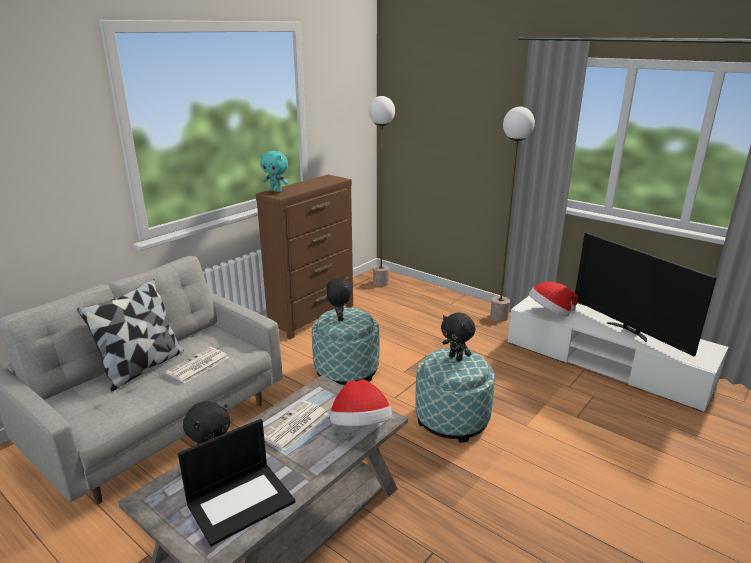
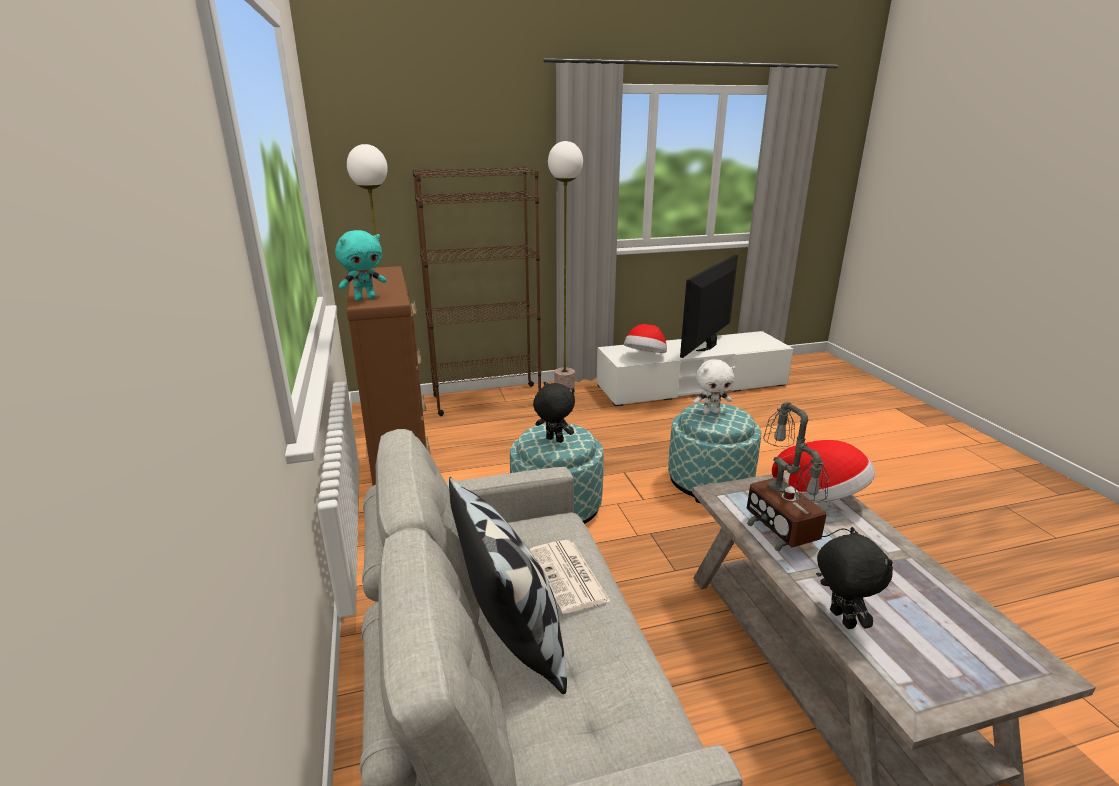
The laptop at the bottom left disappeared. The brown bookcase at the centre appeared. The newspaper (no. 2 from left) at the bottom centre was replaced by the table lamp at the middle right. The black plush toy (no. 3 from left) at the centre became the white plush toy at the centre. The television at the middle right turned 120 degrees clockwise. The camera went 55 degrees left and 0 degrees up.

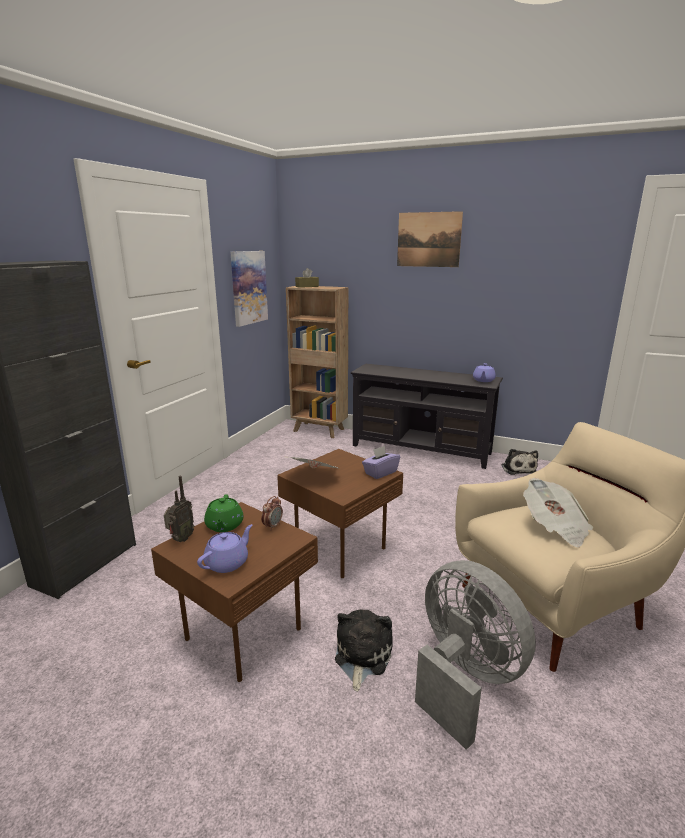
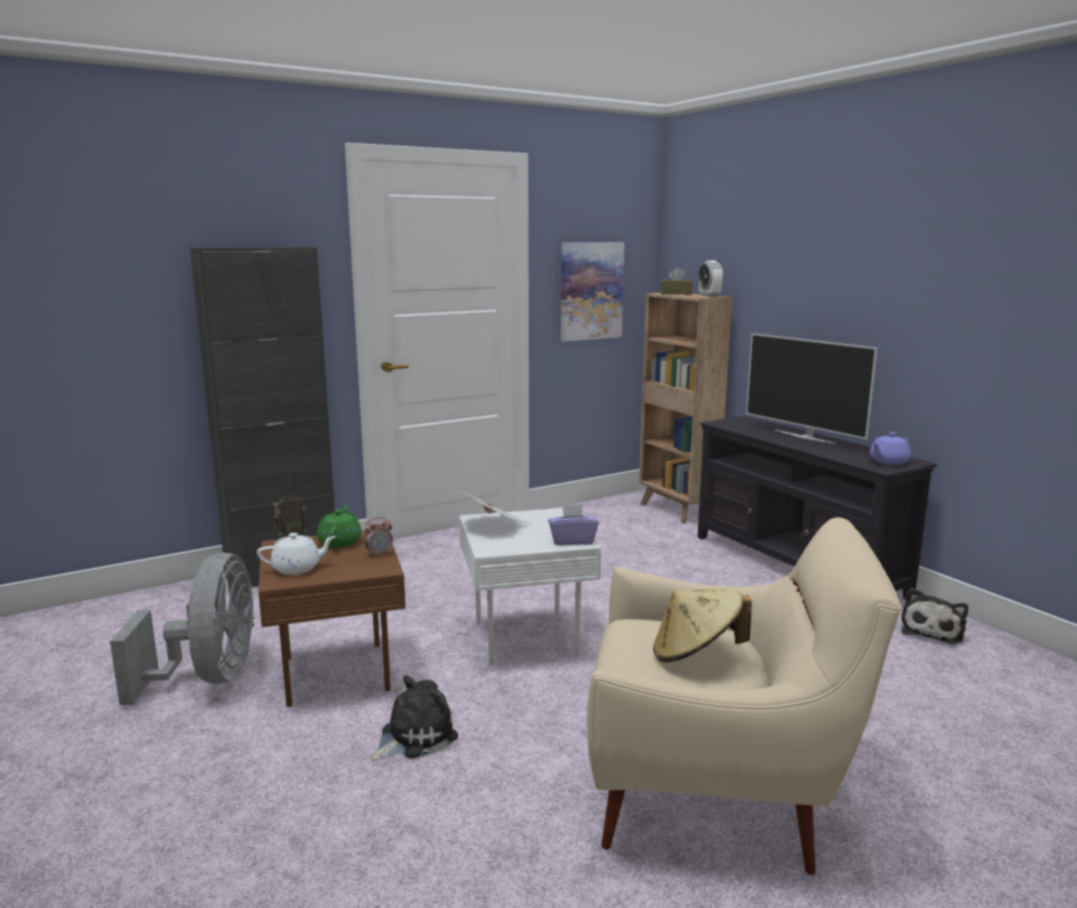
The picture (no. 2 from left) at the top centre disappeared. The alarm clock (no. 2 from left) at the top centre appeared. The television at the middle right appeared. The grey fan moved from the bottom right to the bottom left. The newspaper (no. 2 from left) at the middle right was replaced by the beige hat at the bottom centre. The purple teapot (no. 1 from left) at the middle left became the white teapot at the middle left. The brown side table (no. 2 from left) at the centre became the white side table at the centre. The green teapot at the middle left turned 150 degrees clockwise. The camera went 35 degrees right and 5 degrees down.

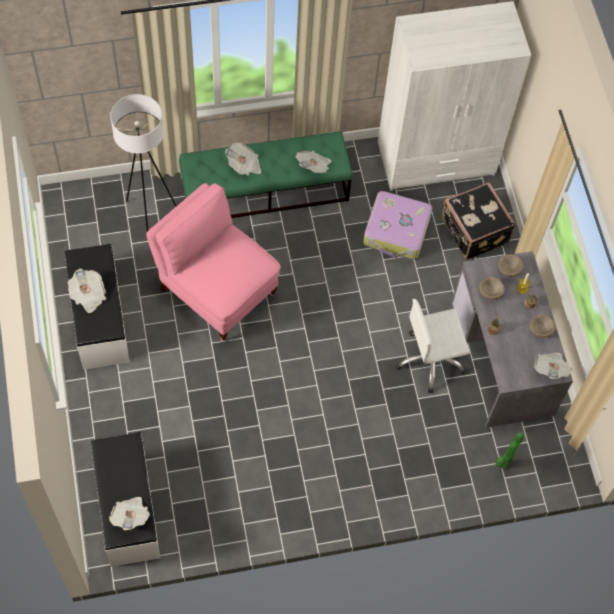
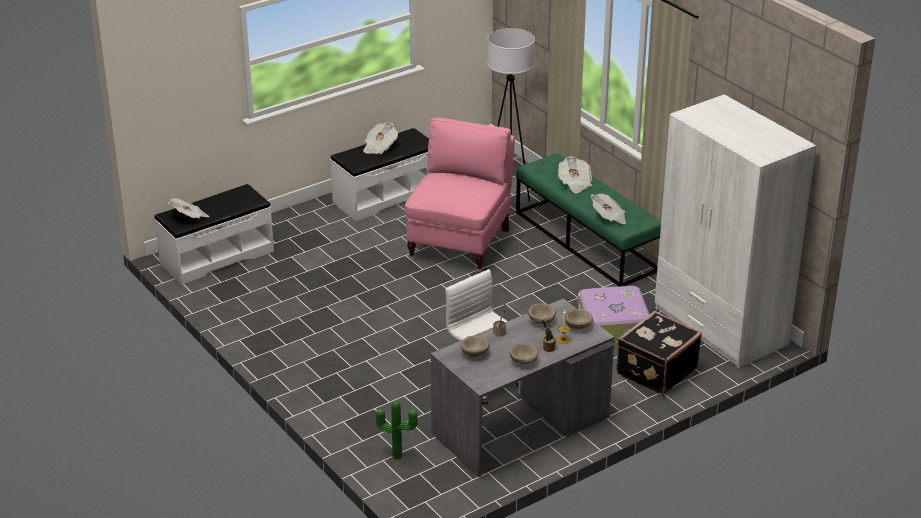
The newspaper (no. 5 from left) at the middle right disappeared. The beige bowl (no. 1 from left) at the bottom centre appeared. The camera went 70 degrees right and 30 degrees down.

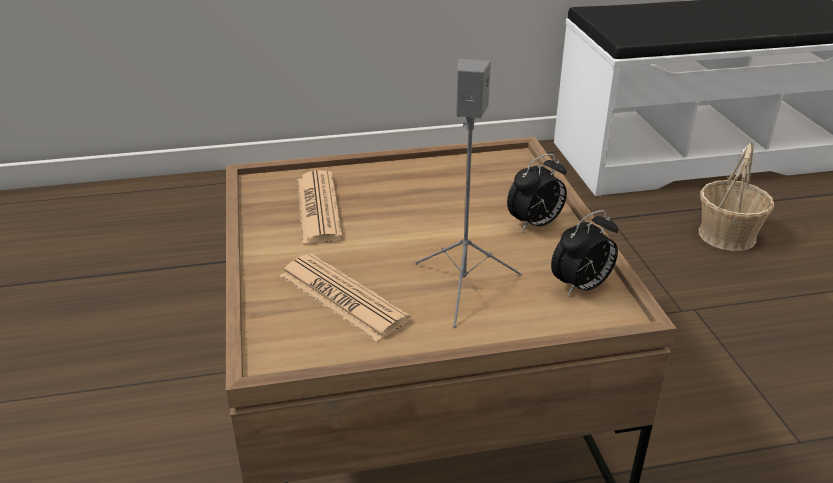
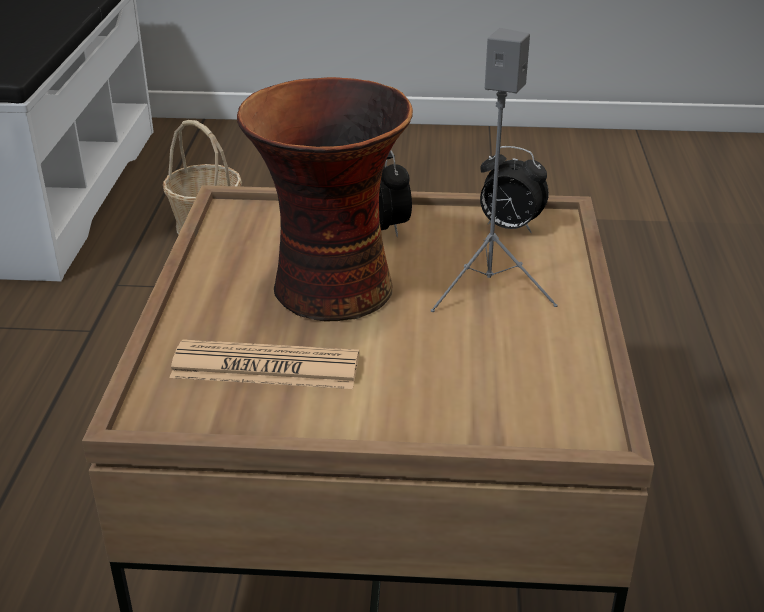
The newspaper (no. 2 from left) at the centre disappeared. The vase at the top centre appeared. The alarm clock (no. 2 from left) at the middle right turned 135 degrees clockwise. The camera went 75 degrees left and 0 degrees up.

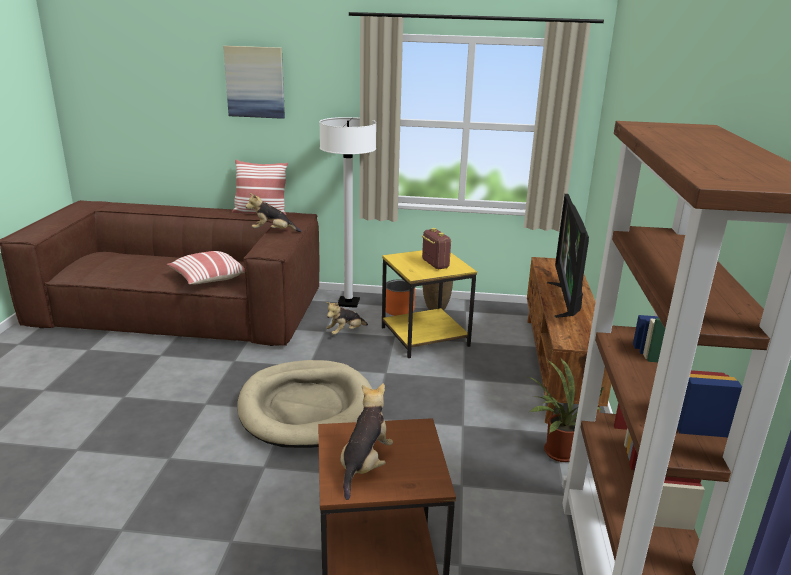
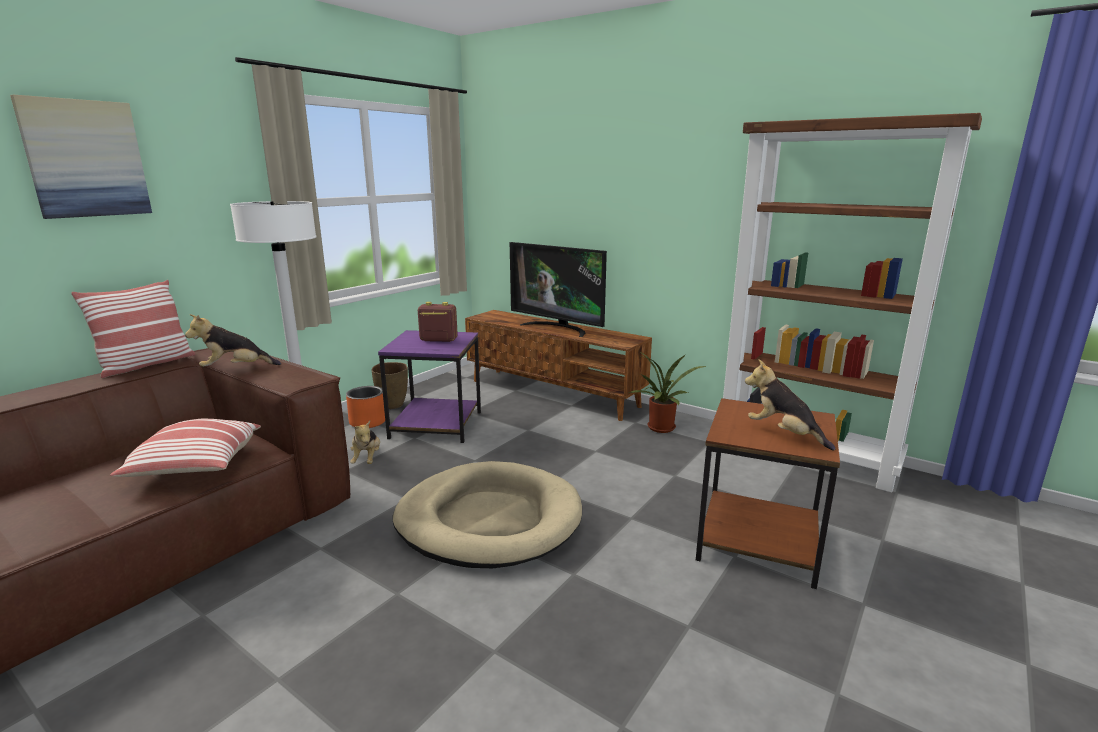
The yellow side table at the centre became the purple side table at the centre. The plush toy (no. 1 from left) at the centre turned 45 degrees clockwise. The camera went 60 degrees left and 5 degrees down.

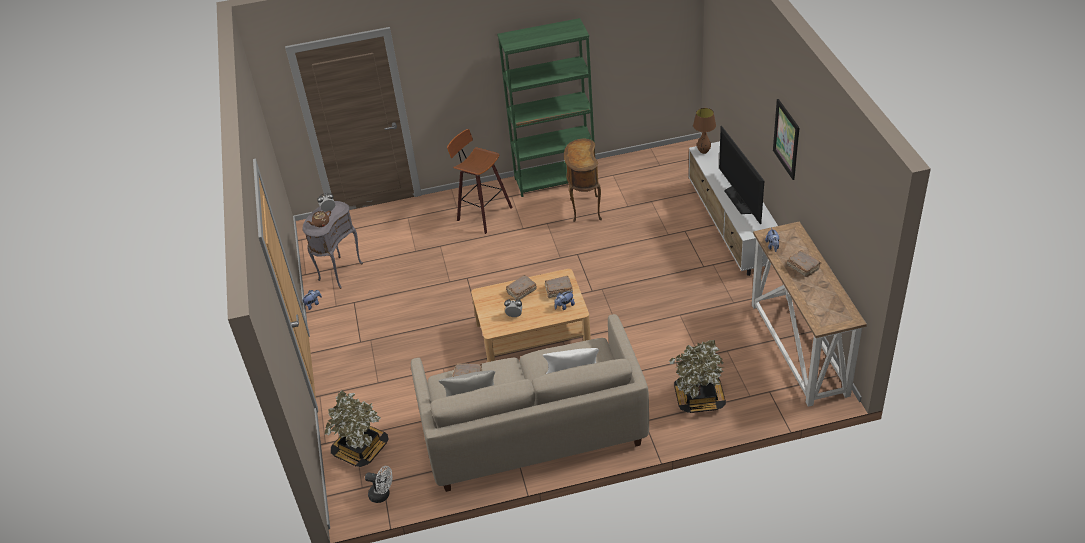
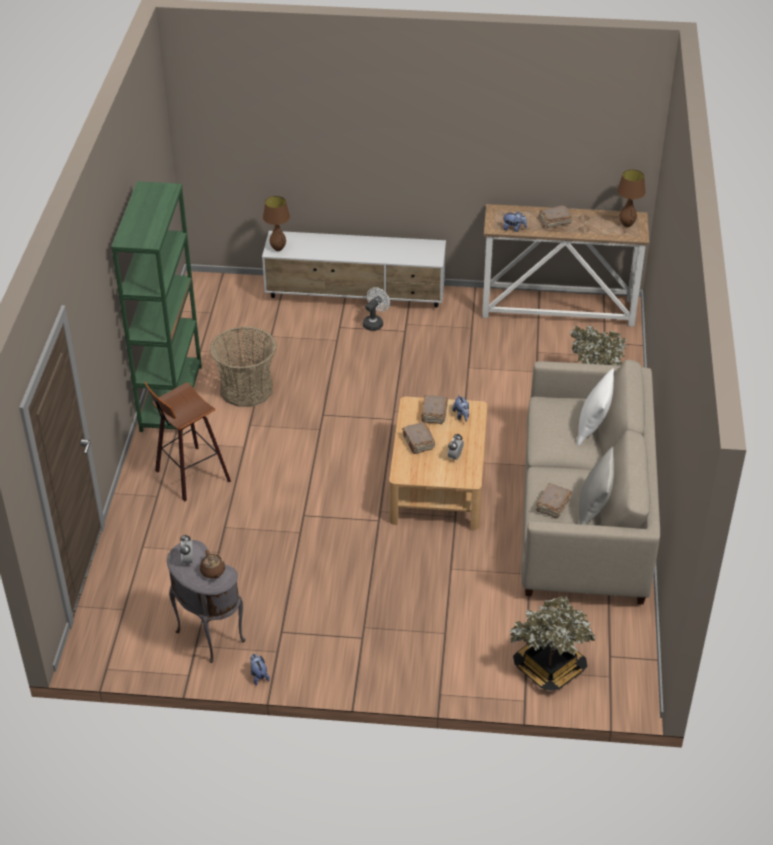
The television at the top right disappeared. The picture at the top right disappeared. The brown table lamp (no. 2 from left) at the top right appeared. The white fan moved from the bottom centre to the centre. The brown side table at the top centre was replaced by the basket at the middle left. The camera went 75 degrees left and 0 degrees up.

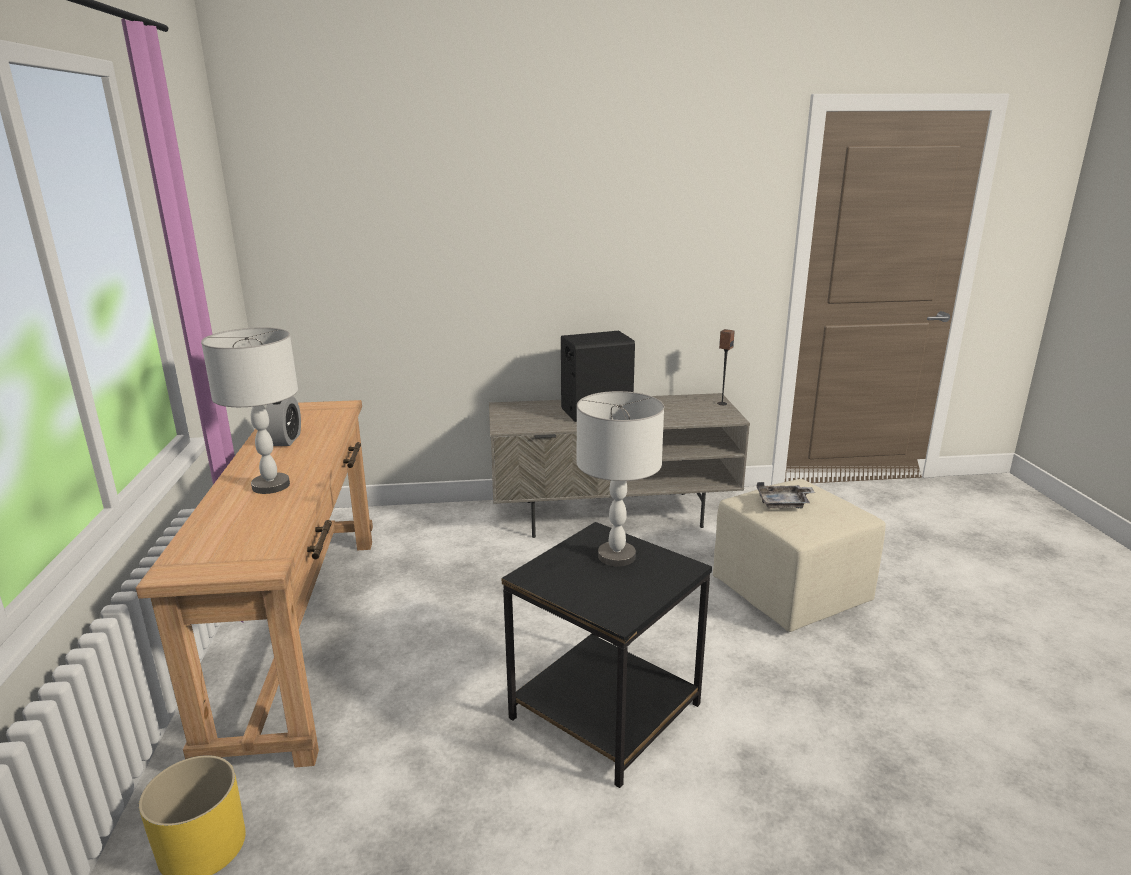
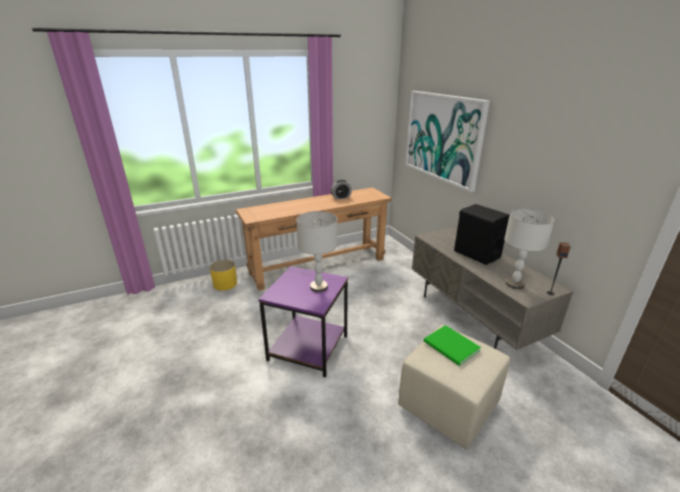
The picture at the top centre appeared. The grey table lamp (no. 1 from left in the first image) moved from the middle left to the middle right. The grey tray at the middle right was replaced by the green book at the bottom centre. The black side table at the bottom centre became the purple side table at the centre. The camera went 70 degrees right and 5 degrees up.

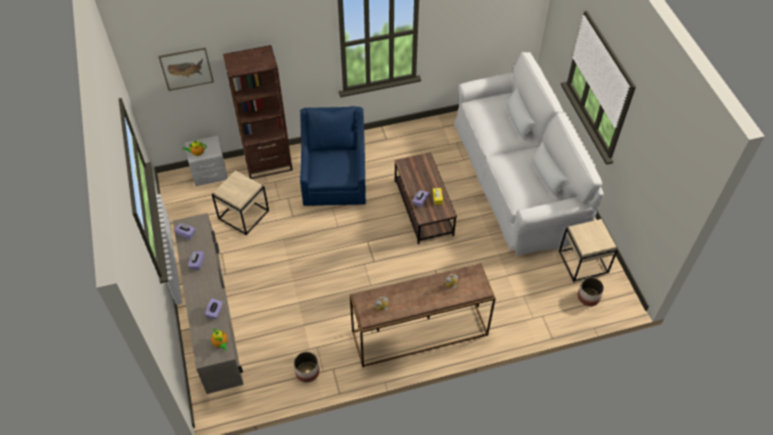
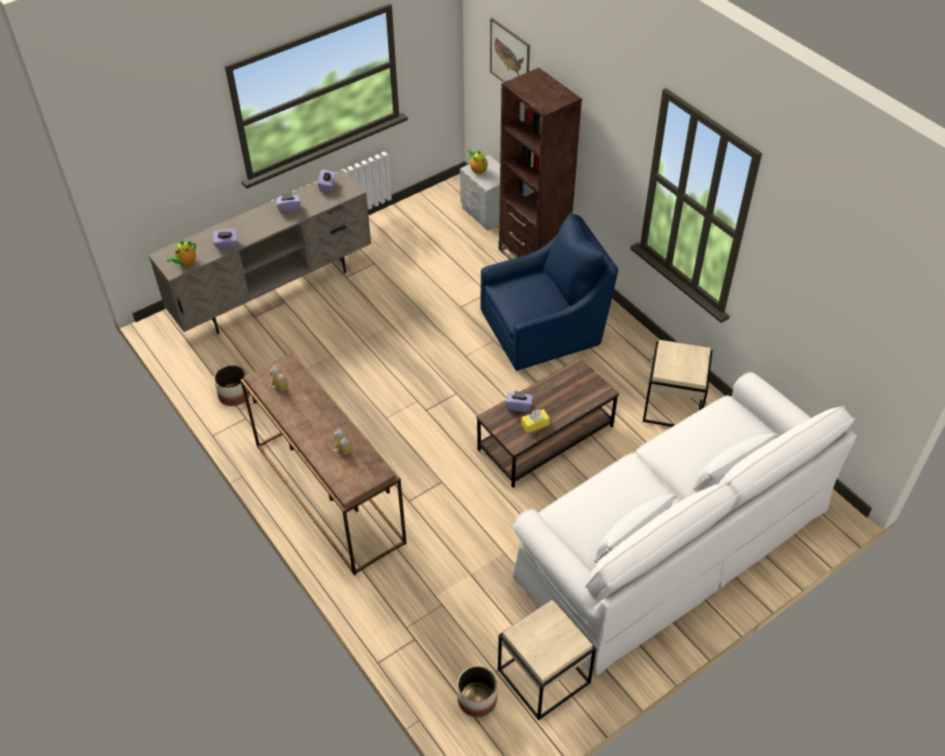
The beige side table (no. 1 from left in the first image) moved from the middle left to the middle right. The camera went 70 degrees right and 5 degrees down.

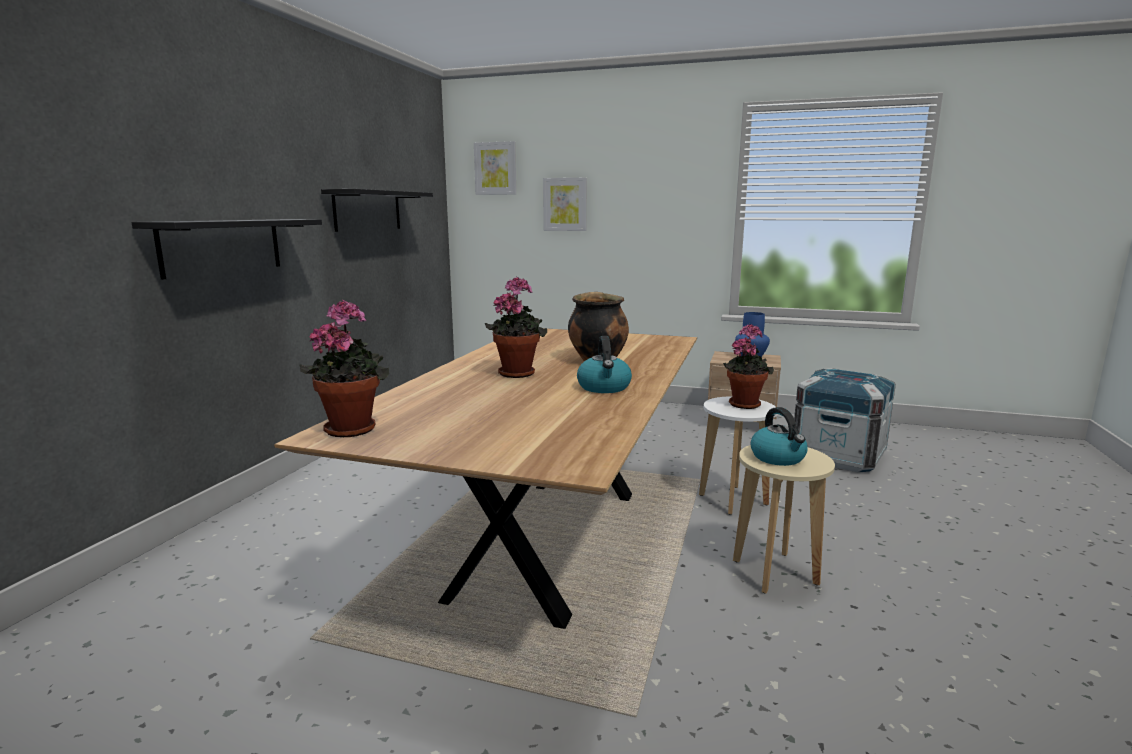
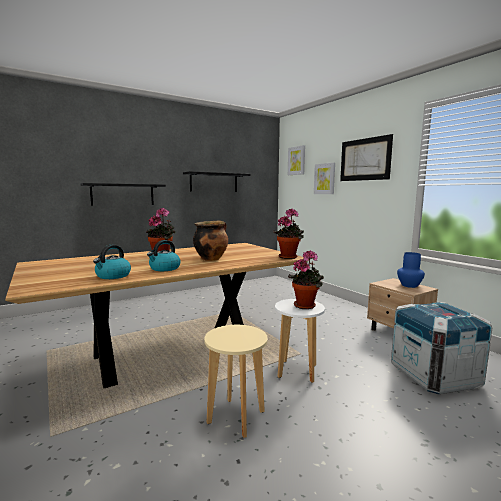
The picture (no. 3 from left) at the top right appeared. The potted plant (no. 1 from left in the first image) moved from the middle left to the centre. The kettle (no. 2 from left in the first image) moved from the middle right to the middle left. The camera went 40 degrees right and 5 degrees down.

